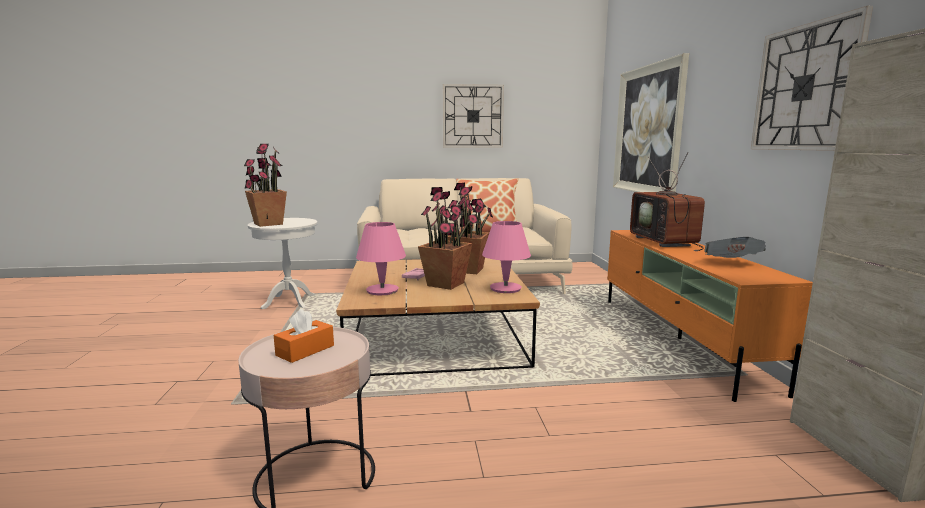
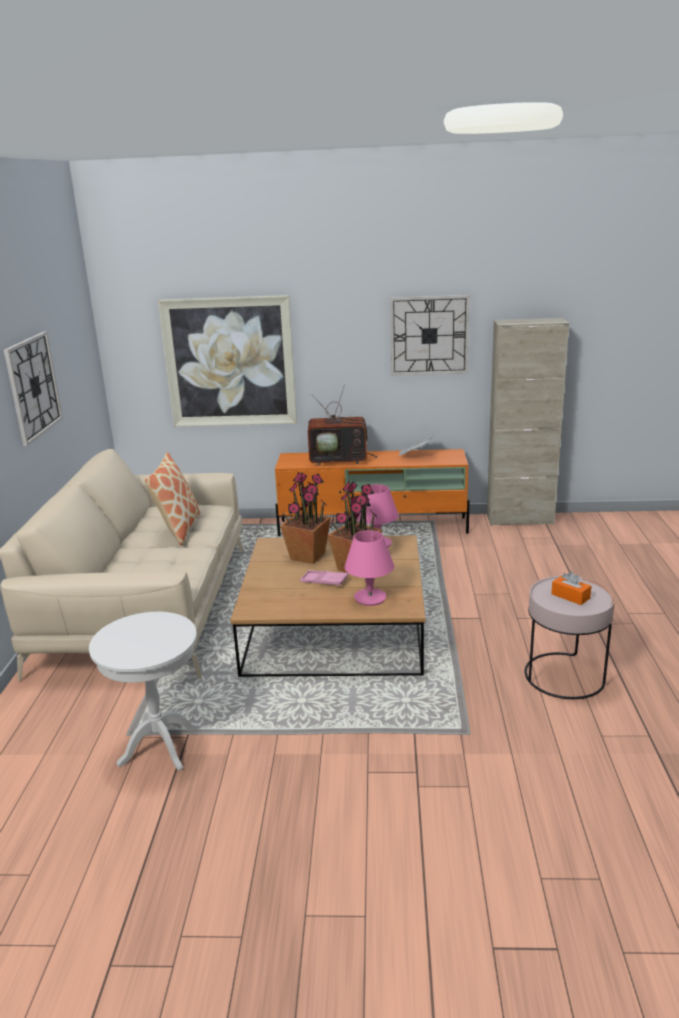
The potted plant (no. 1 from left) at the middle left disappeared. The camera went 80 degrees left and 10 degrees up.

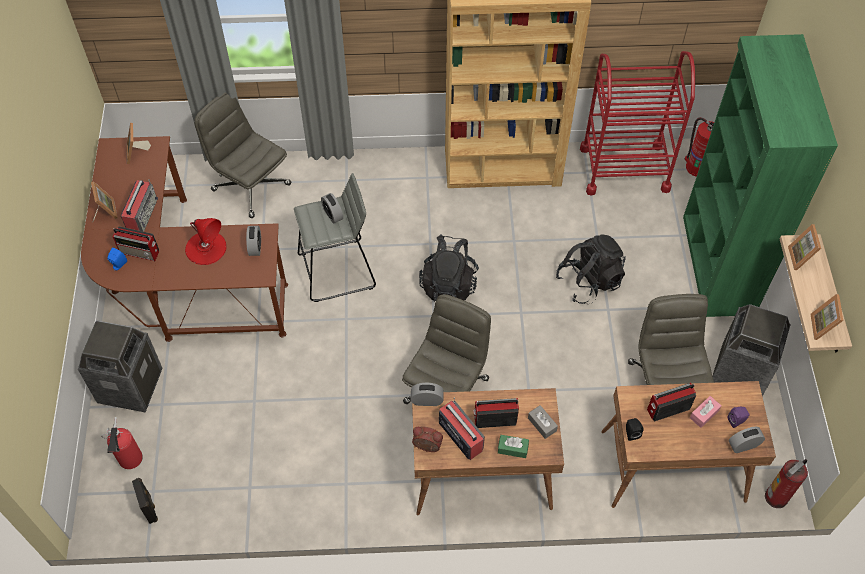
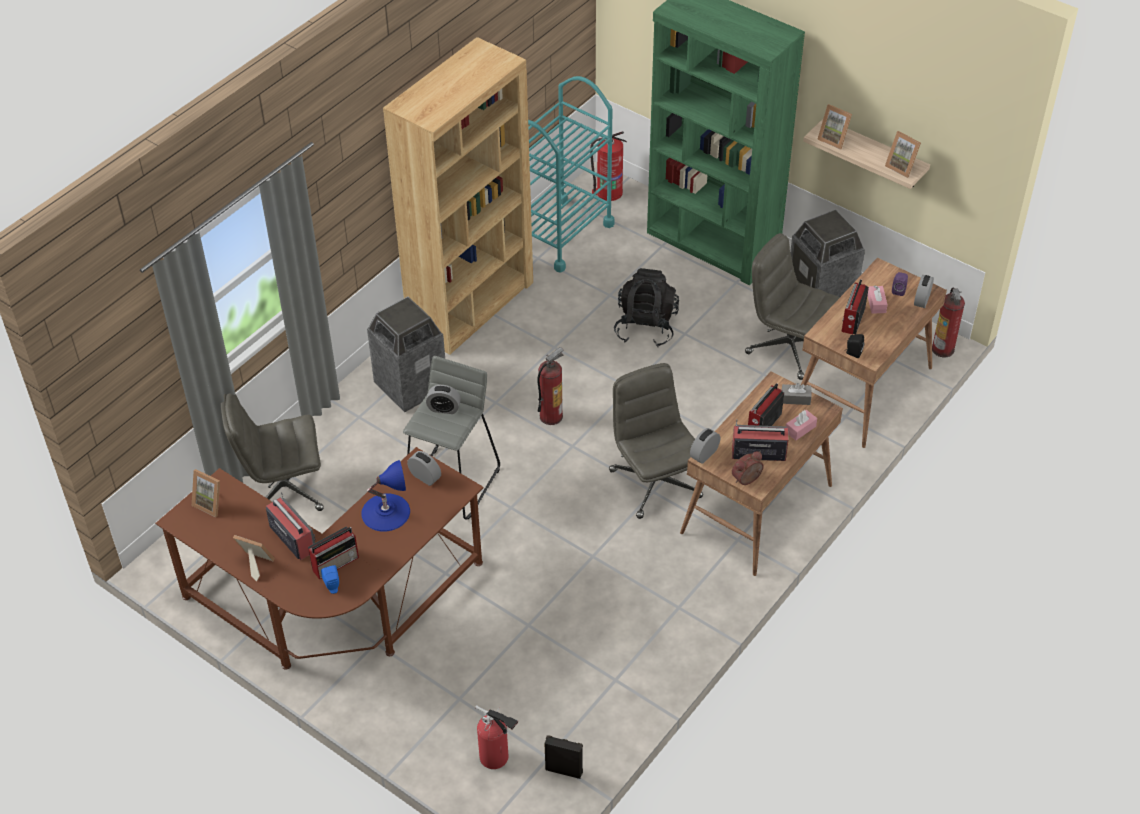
The trash can (no. 1 from left) moved from the middle left to the centre. The black backpack (no. 1 from left) at the centre was replaced by the fire extinguisher (no. 2 from left) at the centre. The red table lamp at the middle left became the blue table lamp at the centre. The green tissue box at the bottom centre became the pink tissue box (no. 1 from left) at the middle right. The red cart at the top right became the turquoise cart at the top centre. The camera went 50 degrees left and 10 degrees down.

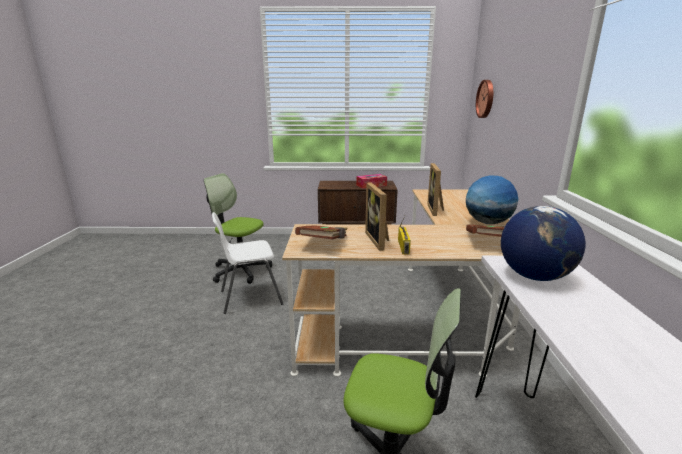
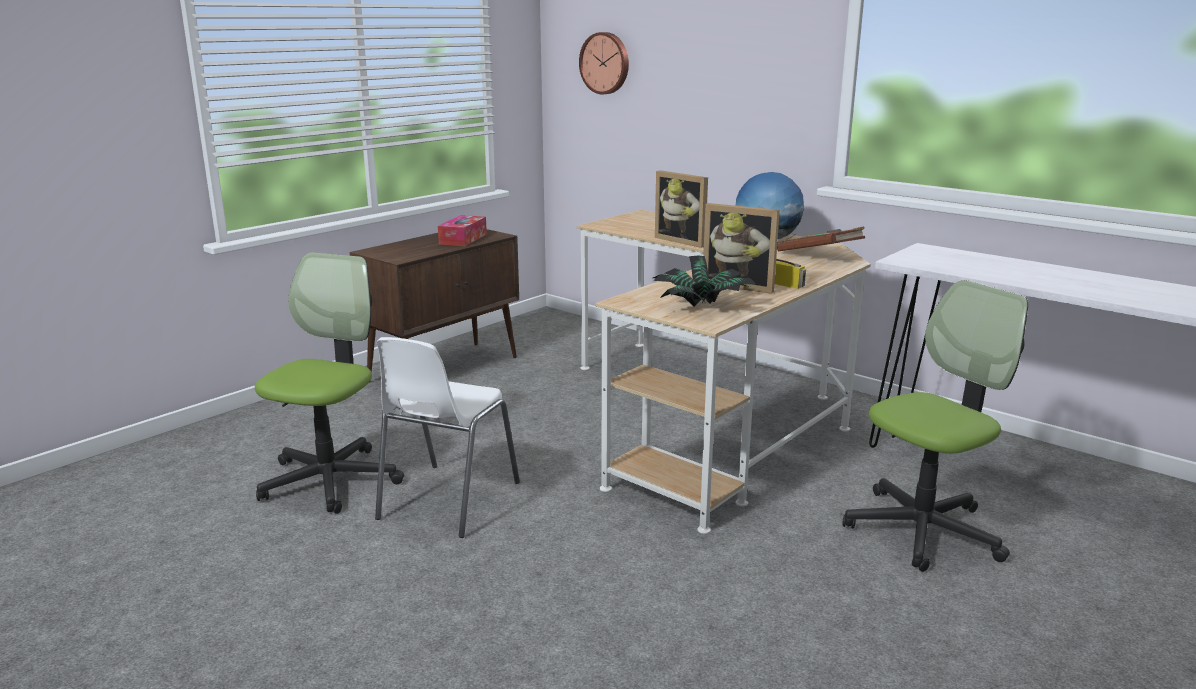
The globe (no. 2 from left) at the middle right disappeared. The brown book (no. 1 from left) at the centre was replaced by the potted plant at the centre. The office chair (no. 1 from left) at the centre turned 135 degrees clockwise. The camera went 50 degrees left and 0 degrees up.

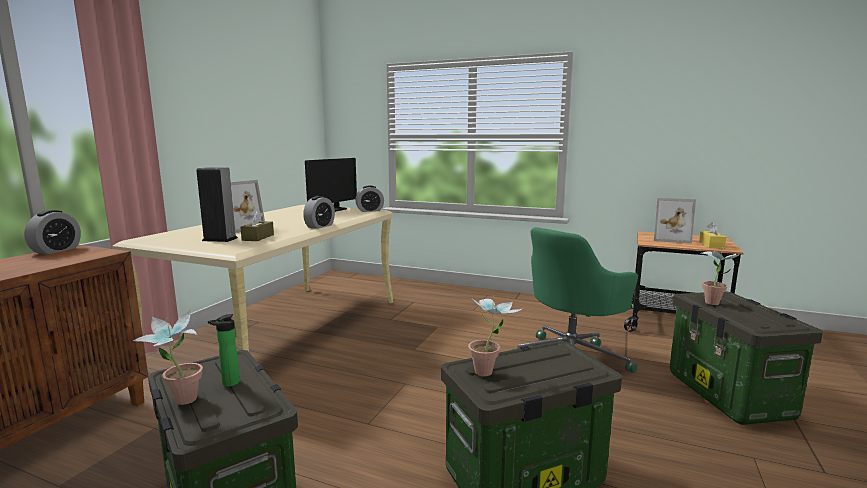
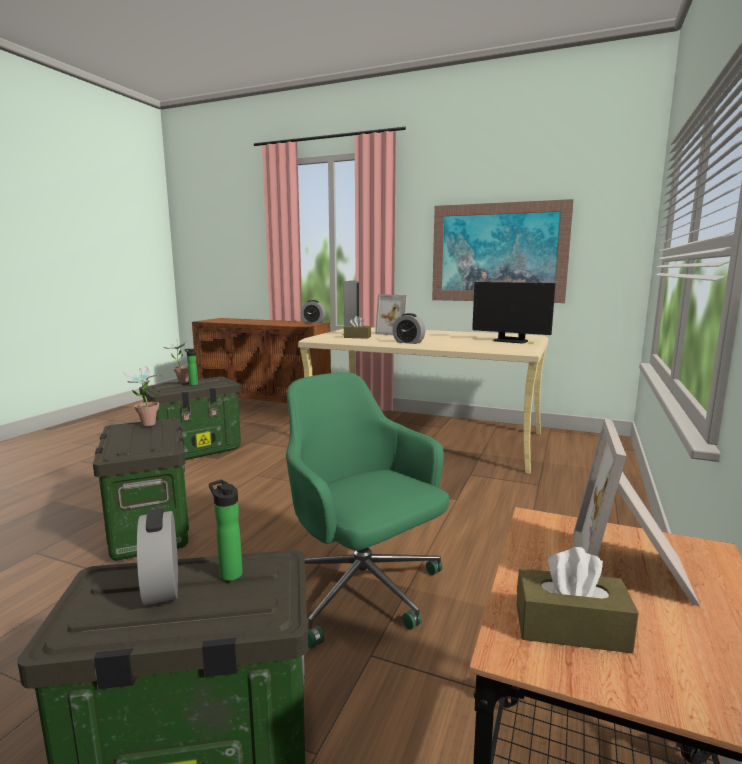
The picture at the top right appeared. The alarm clock (no. 3 from left in the first image) moved from the centre to the bottom left. The potted plant (no. 3 from left) at the middle right was replaced by the bottle (no. 2 from left) at the bottom left. The yellow tissue box at the middle right became the brown tissue box (no. 2 from left) at the bottom right. The camera went 90 degrees right and 0 degrees up.

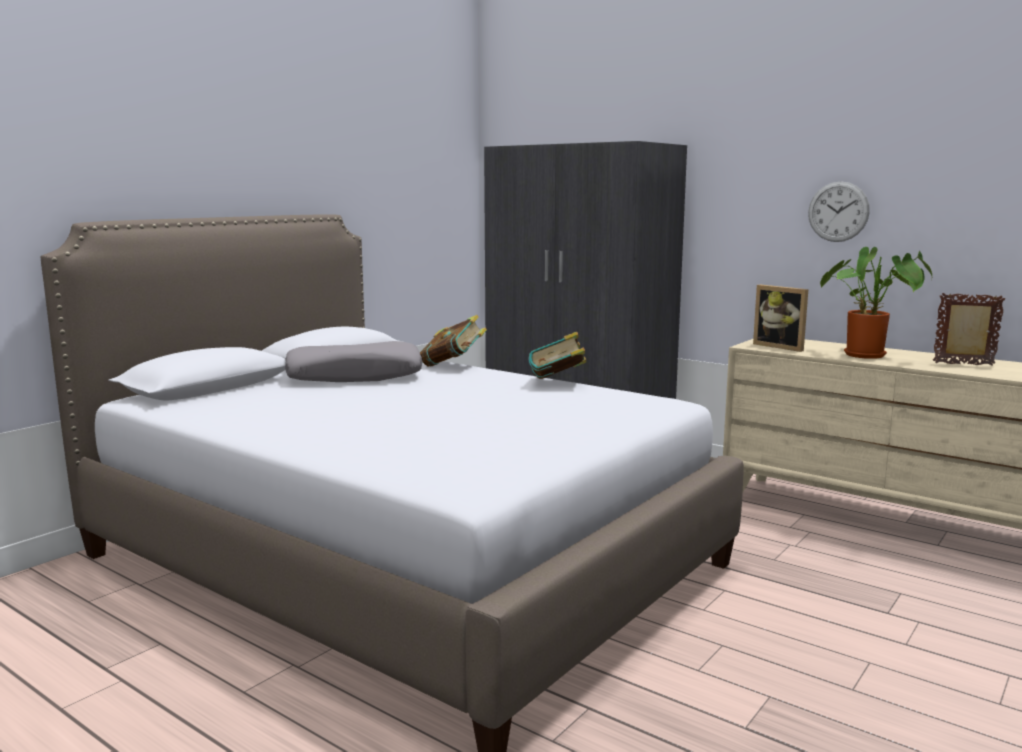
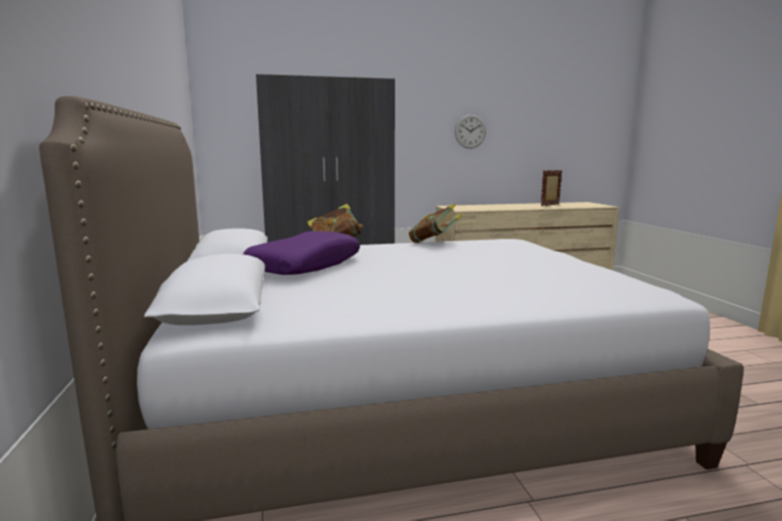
The picture frame (no. 1 from left) at the middle right disappeared. The potted plant at the middle right disappeared. The grey pillow at the centre became the purple pillow at the centre. The camera went 50 degrees left and 0 degrees up.

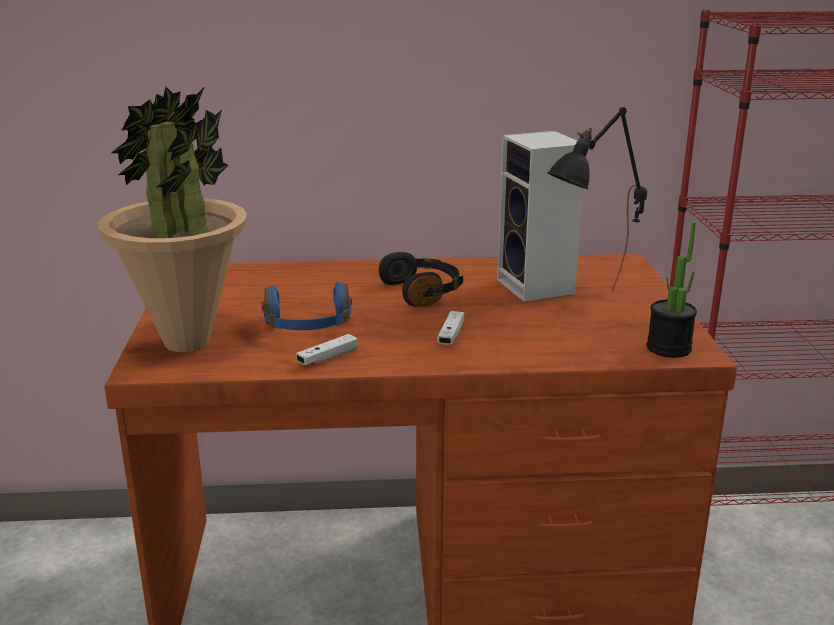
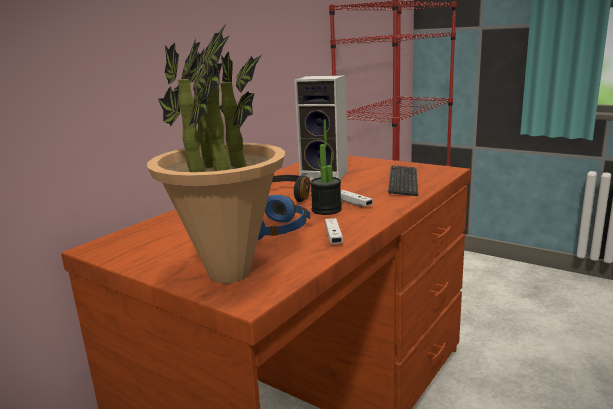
The black table lamp at the top right disappeared. The keyboard at the centre appeared. The potted plant (no. 2 from left) moved from the middle right to the centre. The camera went 50 degrees left and 5 degrees down.

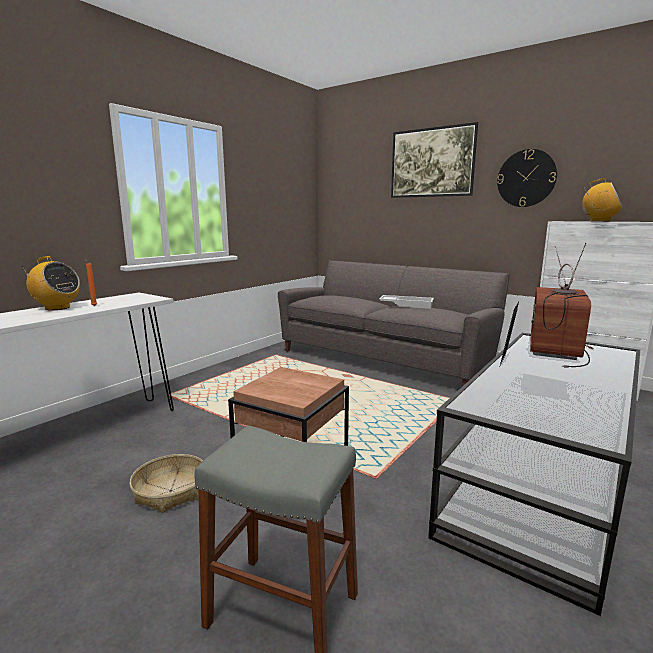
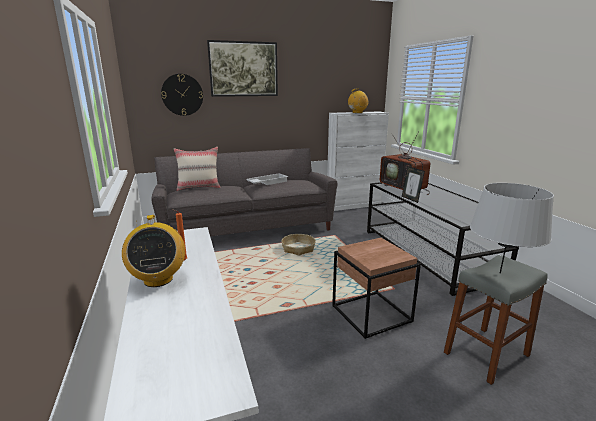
The beige pillow at the middle left appeared. The grey table lamp at the middle right appeared. The basket moved from the bottom left to the centre. The wall clock moved from the top right to the top left. The radio (no. 1 from left) at the middle left turned 105 degrees clockwise. The camera went 55 degrees left and 5 degrees up.

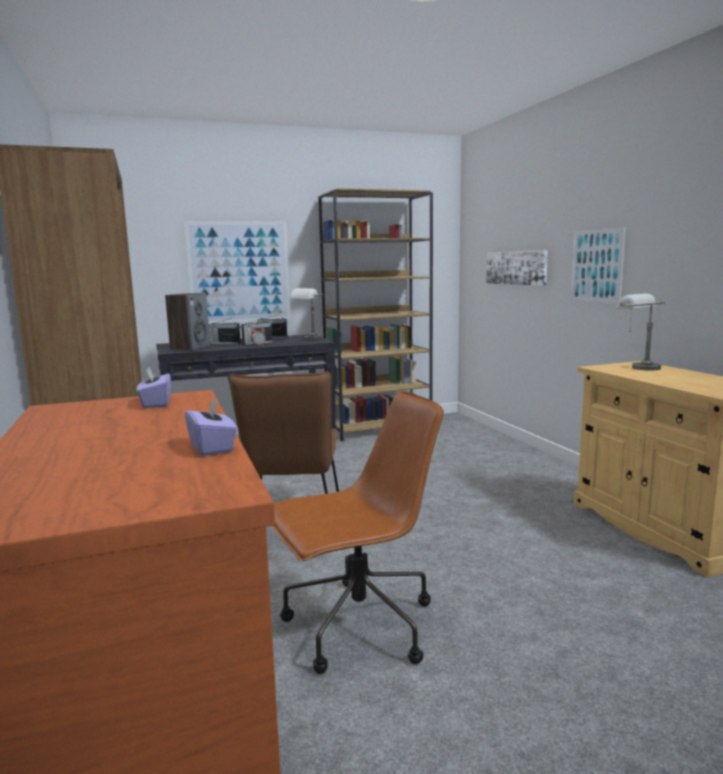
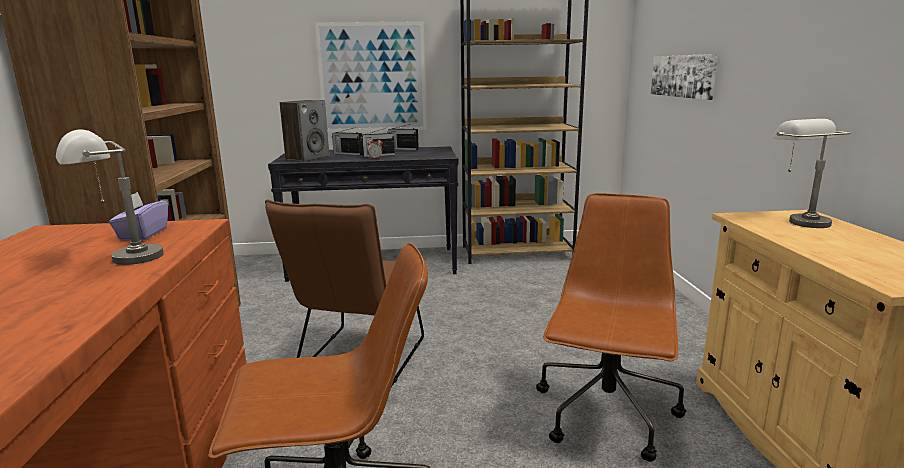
The purple tissue box (no. 2 from left) at the middle left disappeared. The picture (no. 3 from left) at the middle right disappeared. The brown office chair (no. 2 from left) at the bottom right appeared. The grey table lamp (no. 1 from left) moved from the centre to the middle left. The camera went 15 degrees right and 5 degrees up.

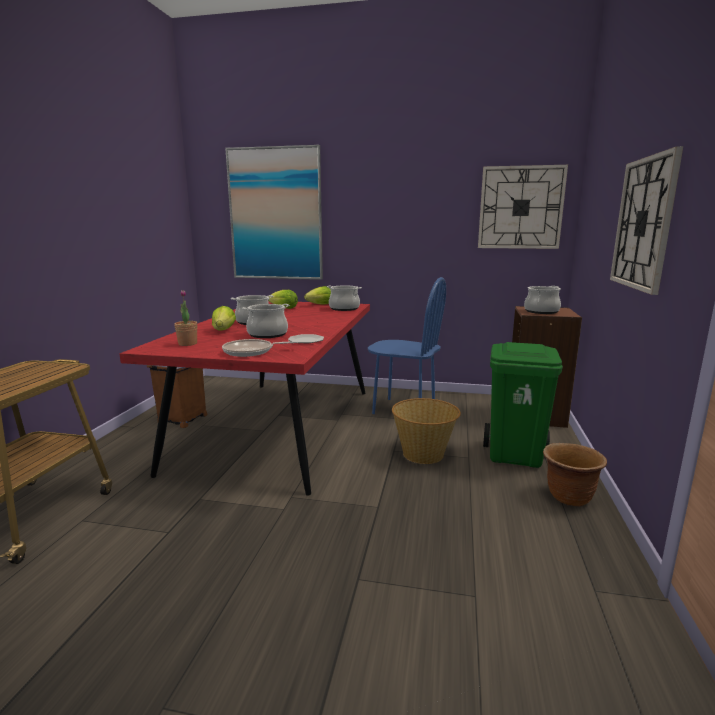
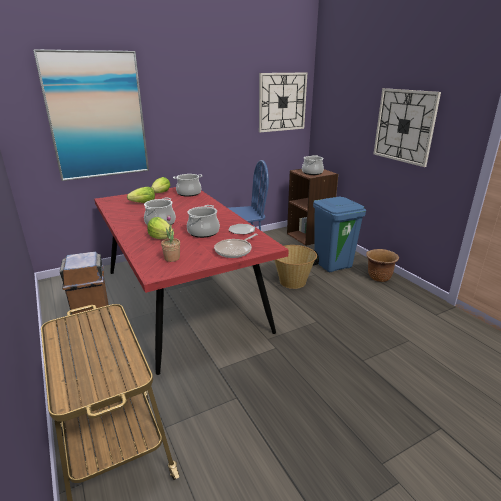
The green trash can at the middle right became the blue trash can at the middle right. The camera went 40 degrees left and 10 degrees up.

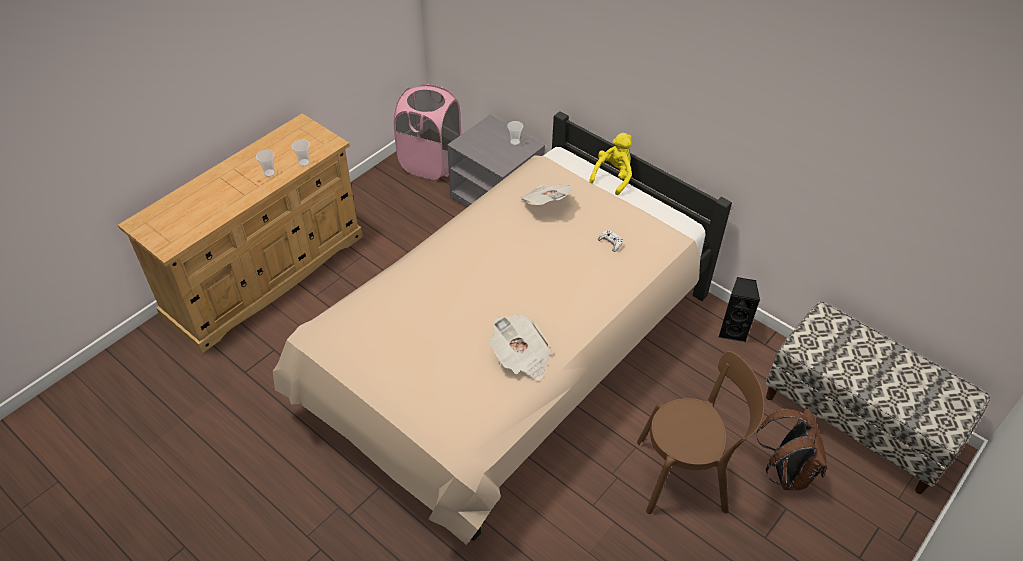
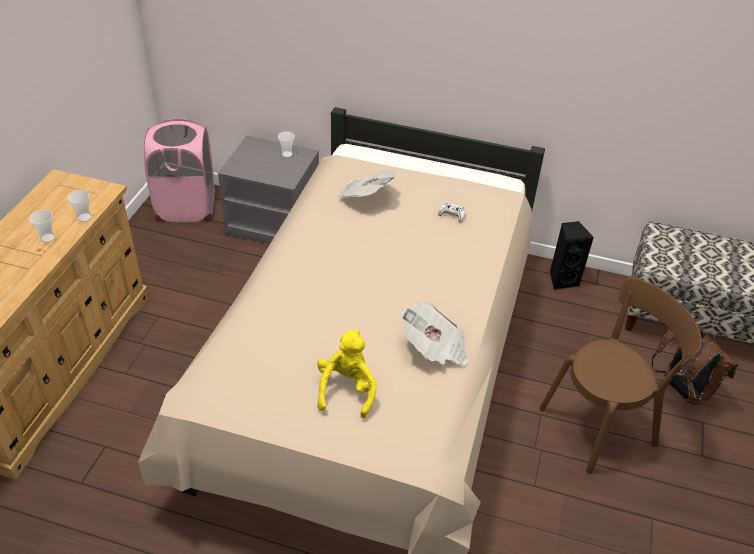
The yellow plush toy moved from the top centre to the bottom centre. The camera went 25 degrees left and 5 degrees down.

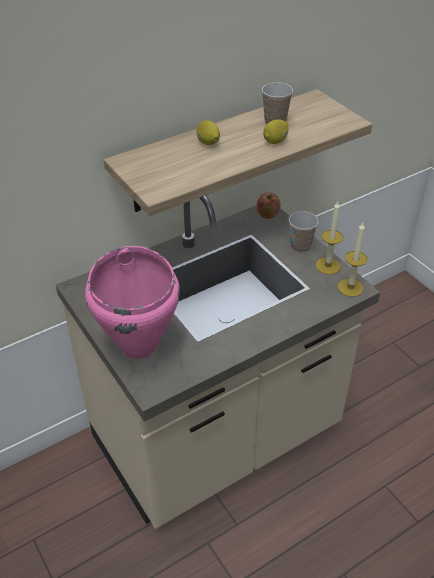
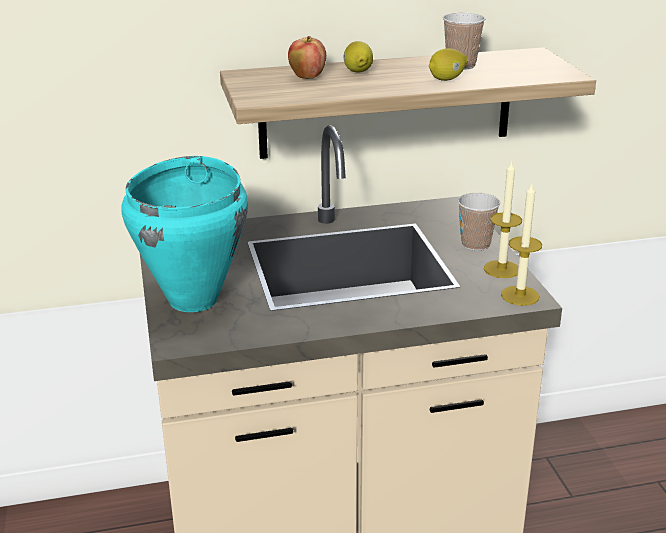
The apple moved from the centre to the top centre. The pink cooking pot at the middle left became the turquoise cooking pot at the middle left. The camera went 20 degrees right and 15 degrees down.

